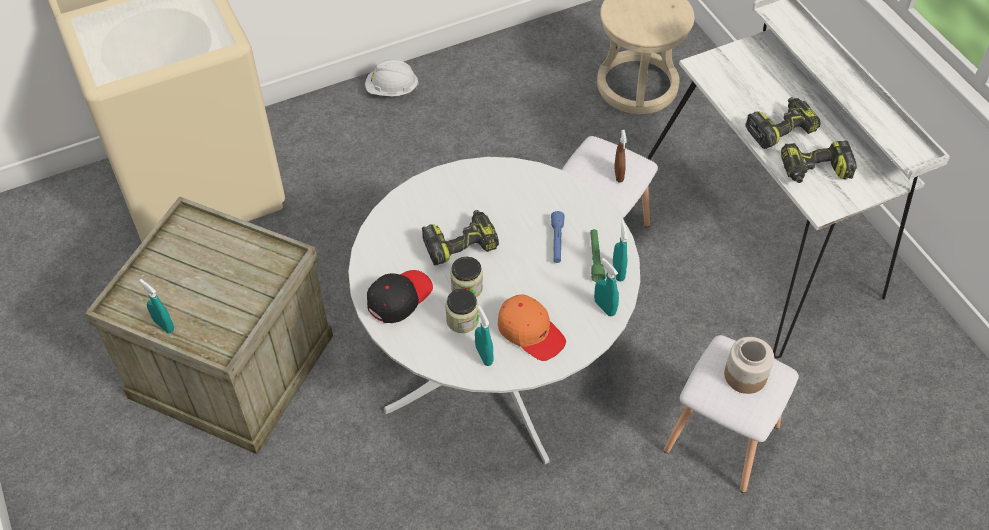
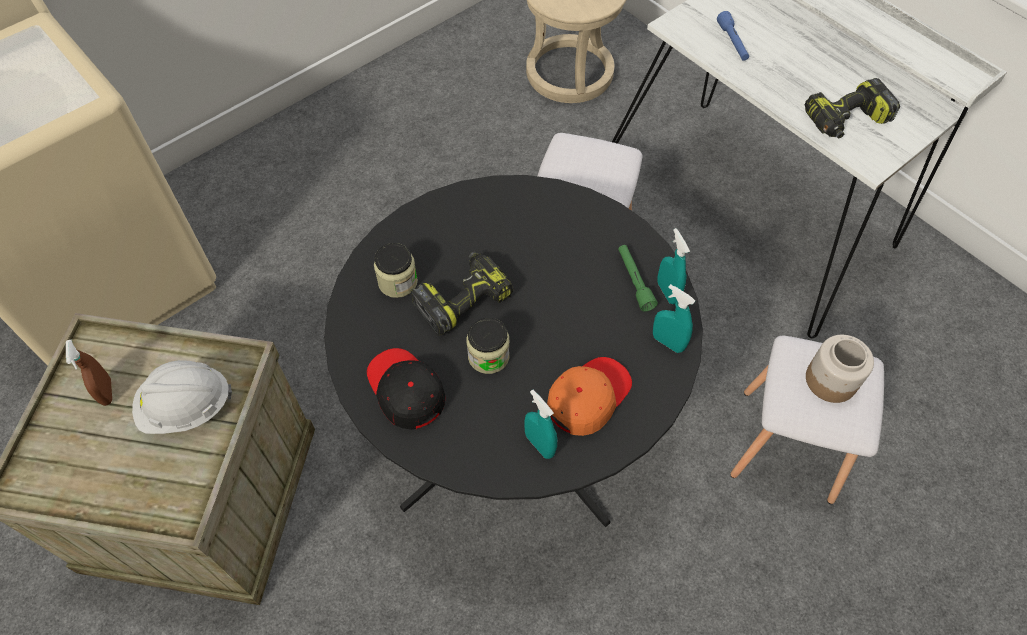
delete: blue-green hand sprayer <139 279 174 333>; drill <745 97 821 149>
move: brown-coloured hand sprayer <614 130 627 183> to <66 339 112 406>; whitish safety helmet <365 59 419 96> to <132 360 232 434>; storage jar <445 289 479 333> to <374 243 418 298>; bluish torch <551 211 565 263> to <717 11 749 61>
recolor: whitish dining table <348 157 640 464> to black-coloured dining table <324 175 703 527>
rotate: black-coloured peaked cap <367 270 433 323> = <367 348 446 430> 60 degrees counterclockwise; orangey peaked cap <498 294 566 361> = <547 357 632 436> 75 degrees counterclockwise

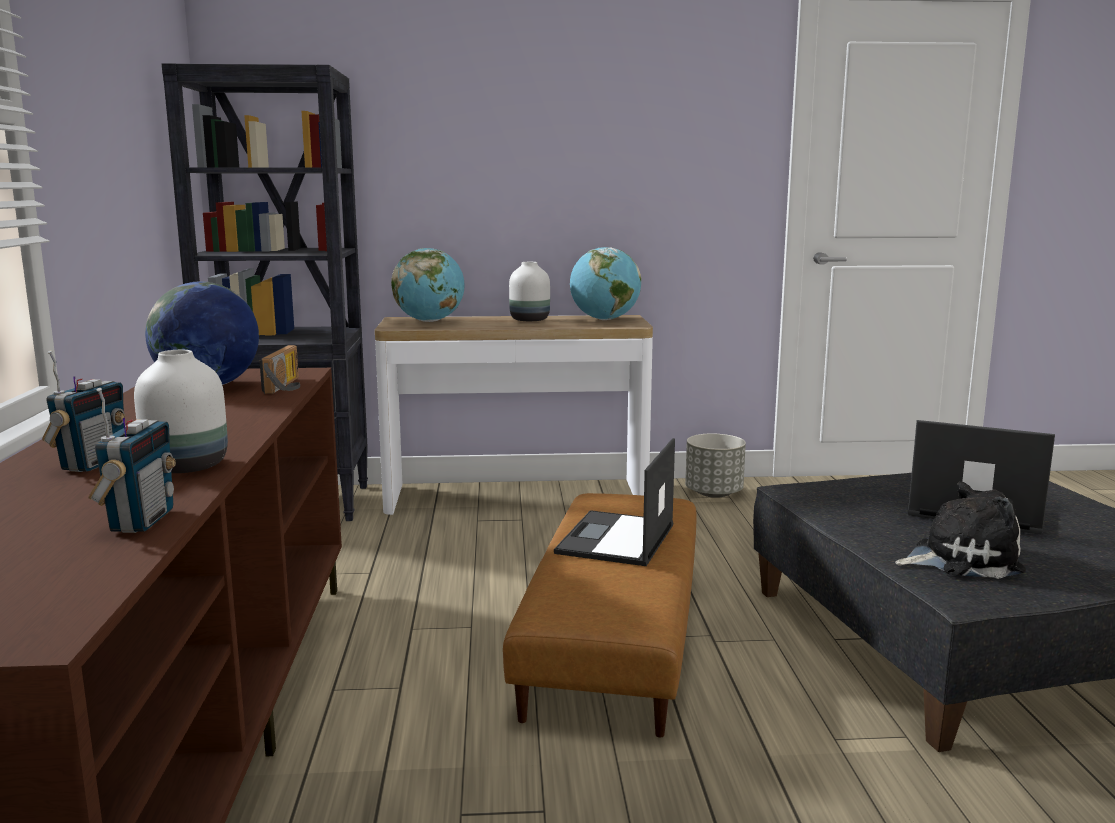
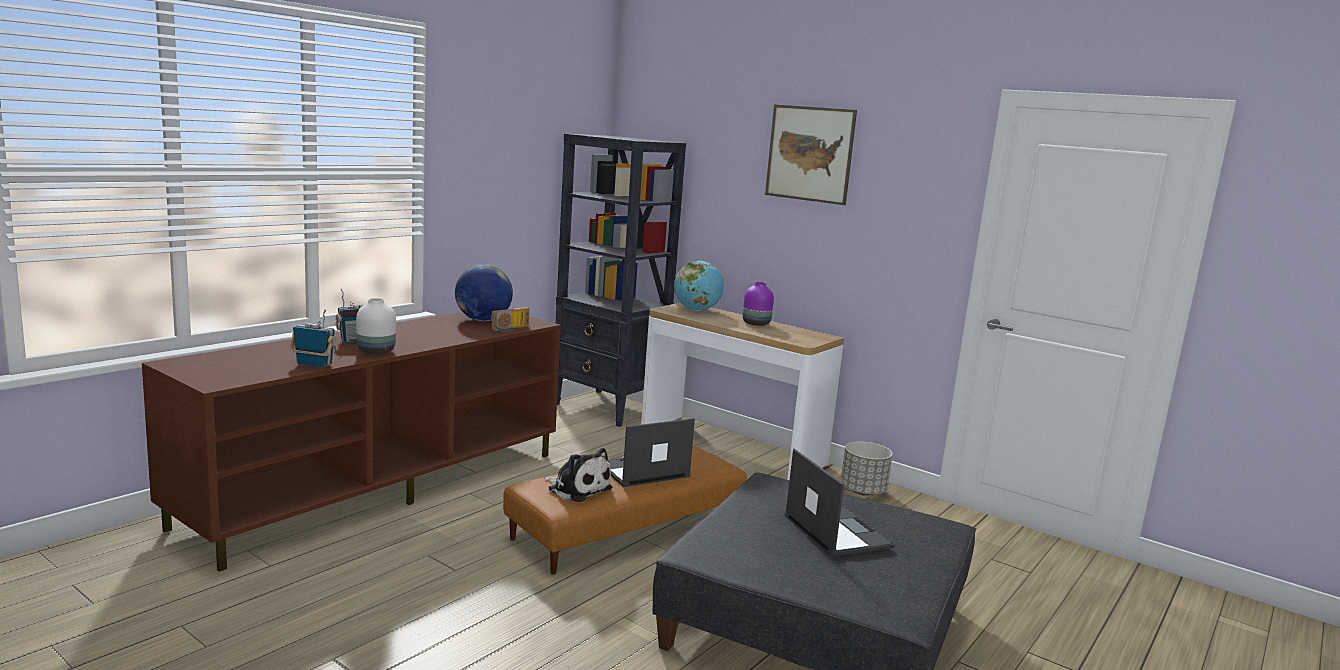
delete: desk globe <570 247 641 320>
insert: wall art <765 105 857 205>
move: plush toy <895 482 1026 579> to <544 448 613 502>
recolor: whitish decorative vase <509 262 550 321> to purple-coloured decorative vase <743 282 774 326>
rotate: radio <89 388 176 533> = <290 309 336 367> 120 degrees counterclockwise

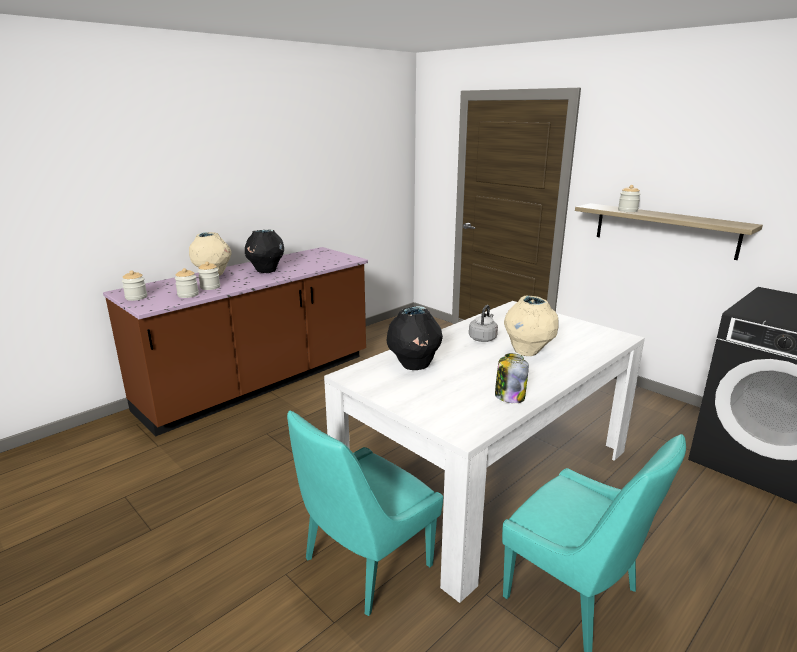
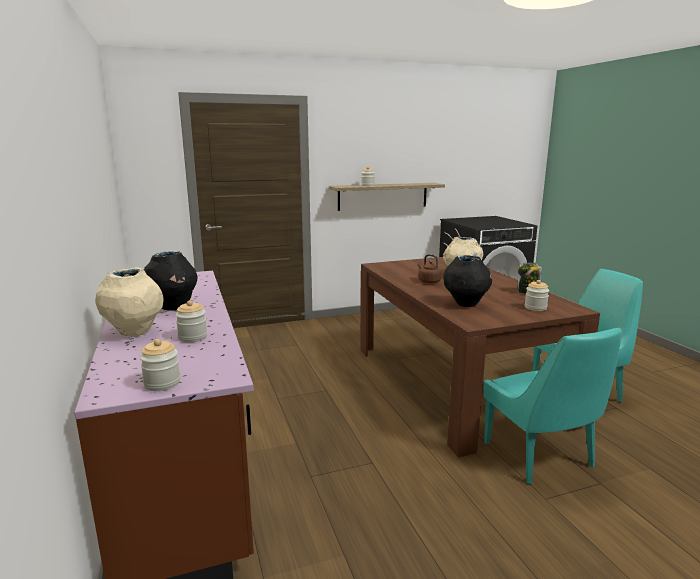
move: storage jar <175 268 199 298> to <525 280 549 311>
recolor: whitish dining table <324 301 645 603> to brown-coloured dining table <360 257 600 457>; gray tea kettle <469 305 498 342> to brown-coloured tea kettle <418 254 442 284>

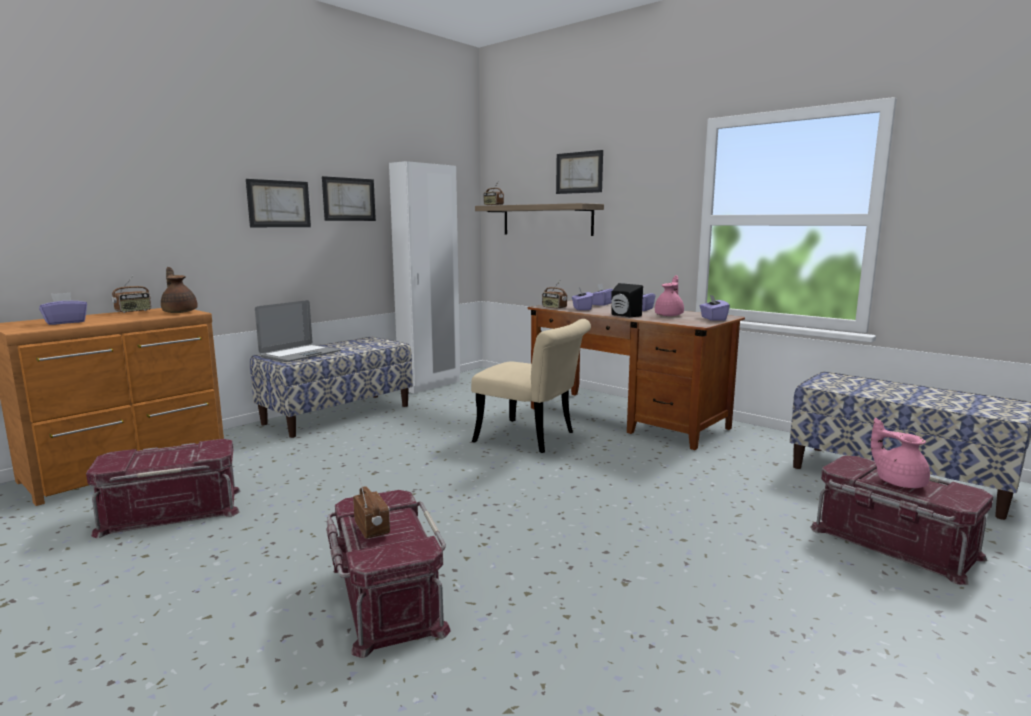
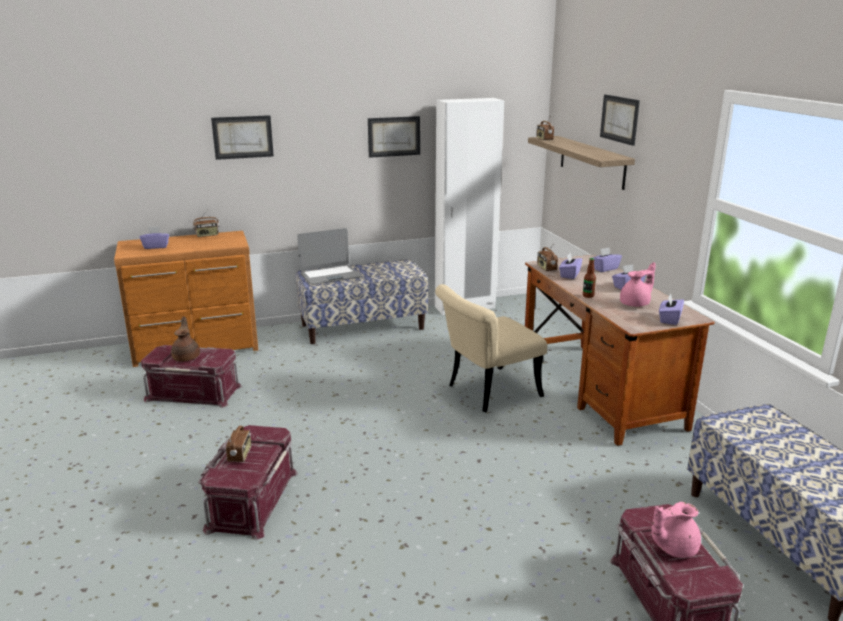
move: brown-coloured tea pot <161 267 198 313> to <171 316 200 362>; wall art <246 179 311 227> to <211 115 274 160>
replace: black-coloured loudspeaker <611 283 643 317> to bottle <583 258 596 298>
rotate: beige-coloured chair <471 319 591 453> = <435 284 547 412> 90 degrees clockwise; pink-coloured tea pot <871 418 930 488> = <651 502 701 558> 105 degrees counterclockwise

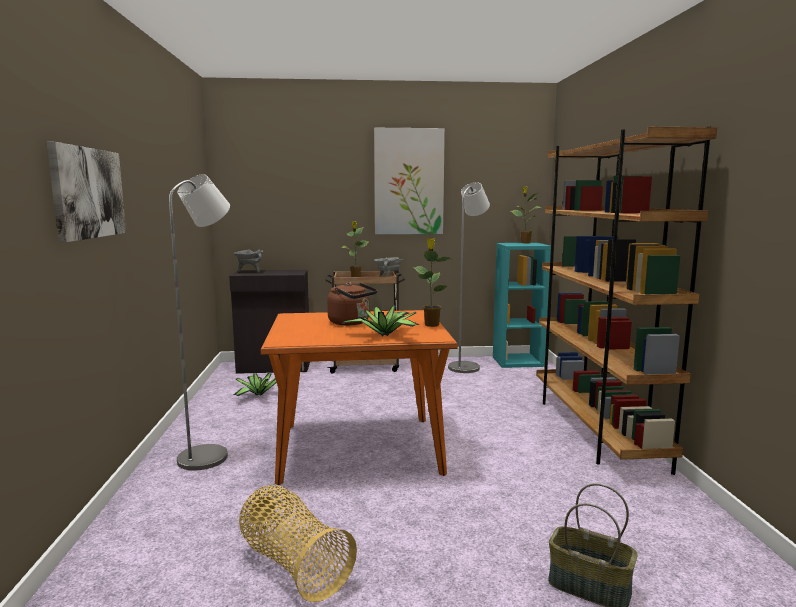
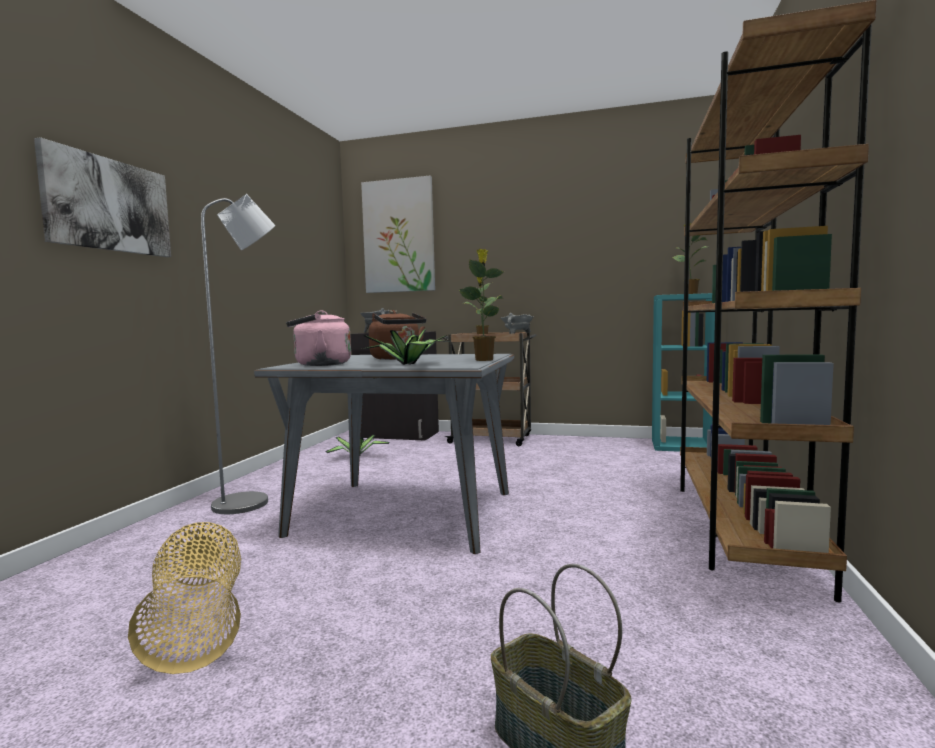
delete: gray standing lamp <448 182 490 373>
insert: pink-coloured tea kettle <286 311 351 366>
move: wall art <374 128 445 234> to <361 176 435 293>
recolor: orangey dining table <261 310 458 485> to gray dining table <254 354 514 554>

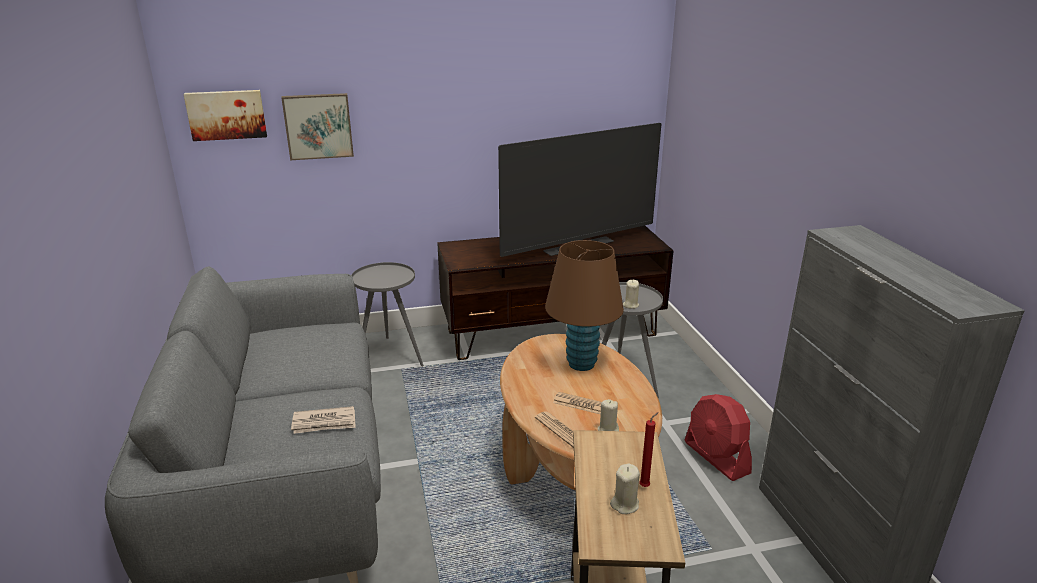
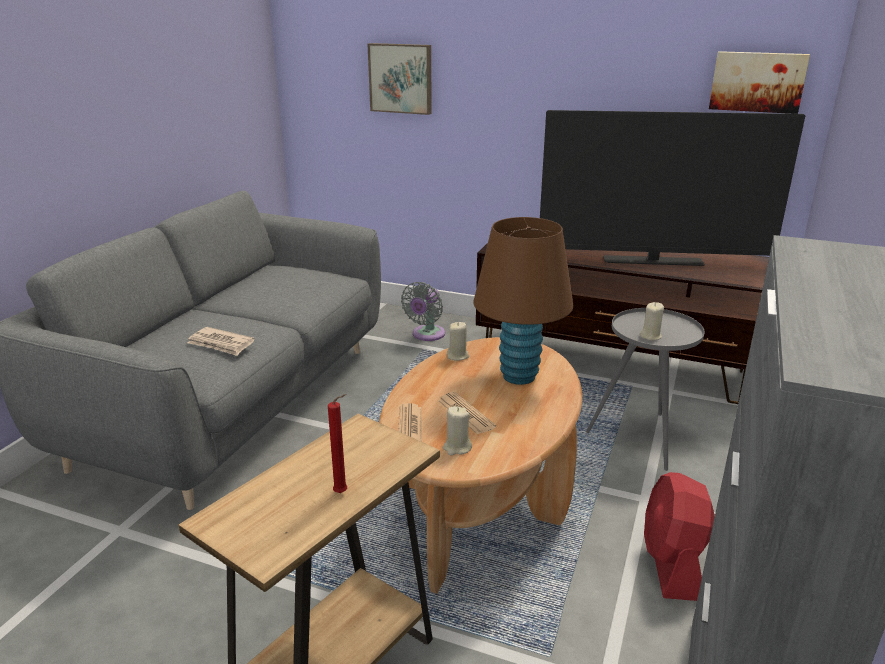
move: beige-coloured candle <610 464 640 514> to <447 322 469 361>; wall art <183 90 267 141> to <709 51 810 114>
replace: gray side table <351 262 424 367> to gray cooling fan <401 282 445 341>

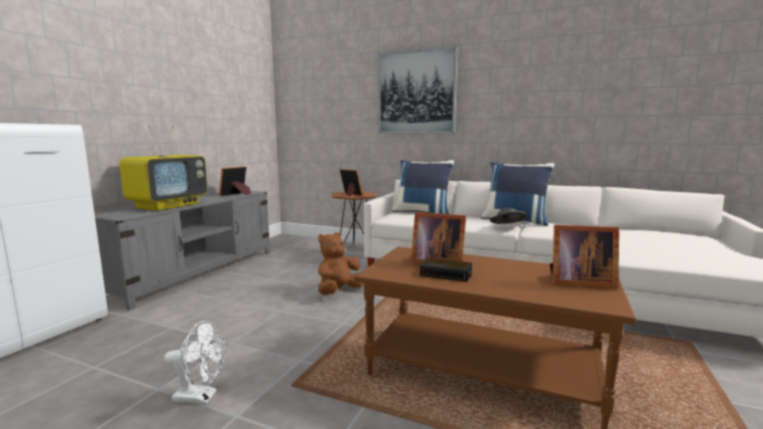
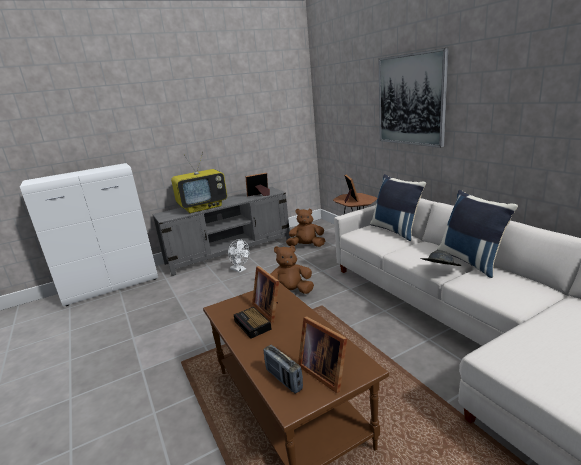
insert: radio <263 345 303 394>; brown-coloured plush toy <286 209 325 247>
move: whitish cooling fan <164 321 225 404> to <228 239 250 273>

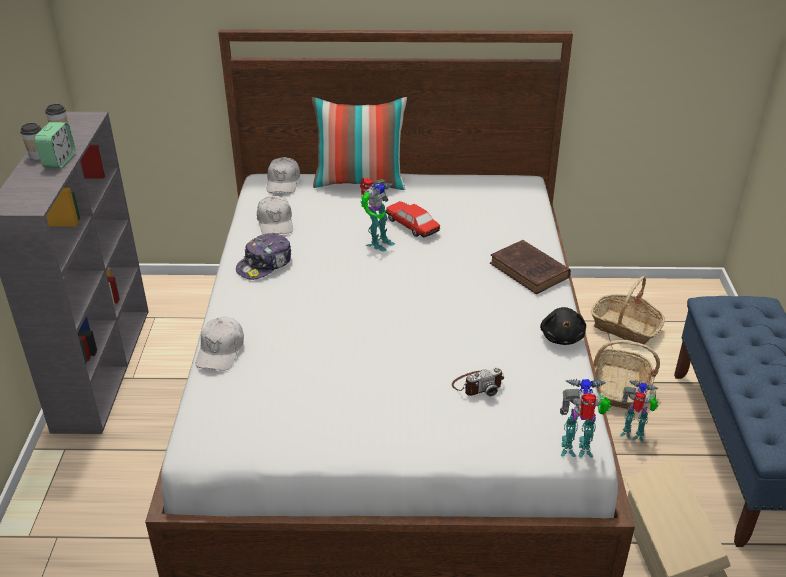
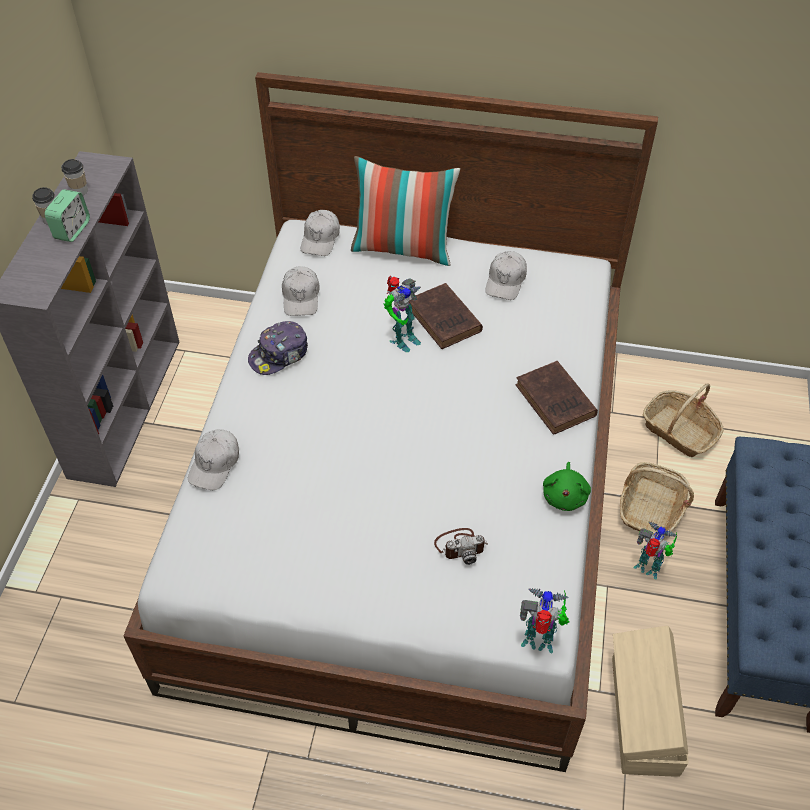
insert: whitish peaked cap <485 251 527 300>
replace: model car <386 201 440 238> to brown-coloured volume <409 283 483 349>
recolor: black-coloured plush toy <540 307 586 345> to greenish plush toy <543 462 591 511>

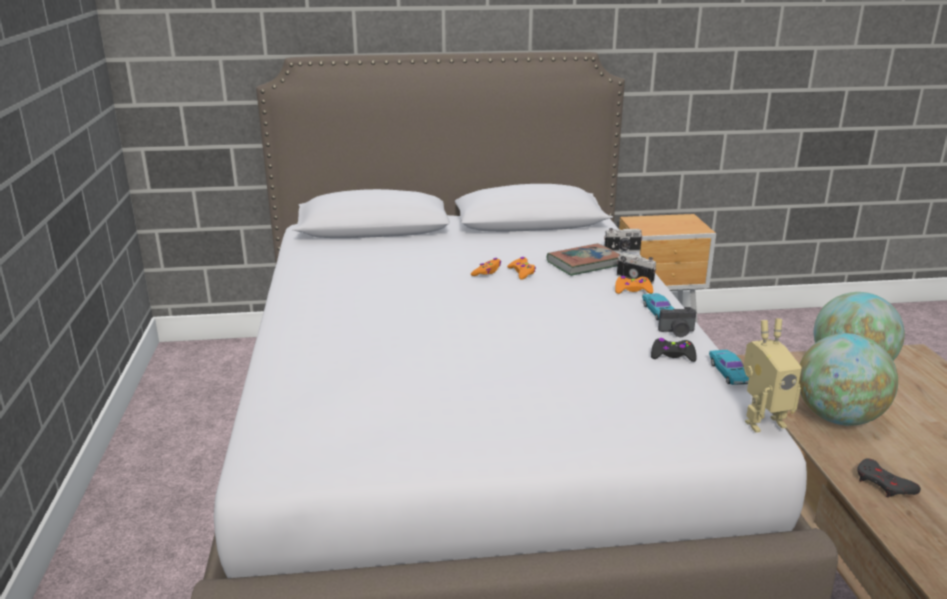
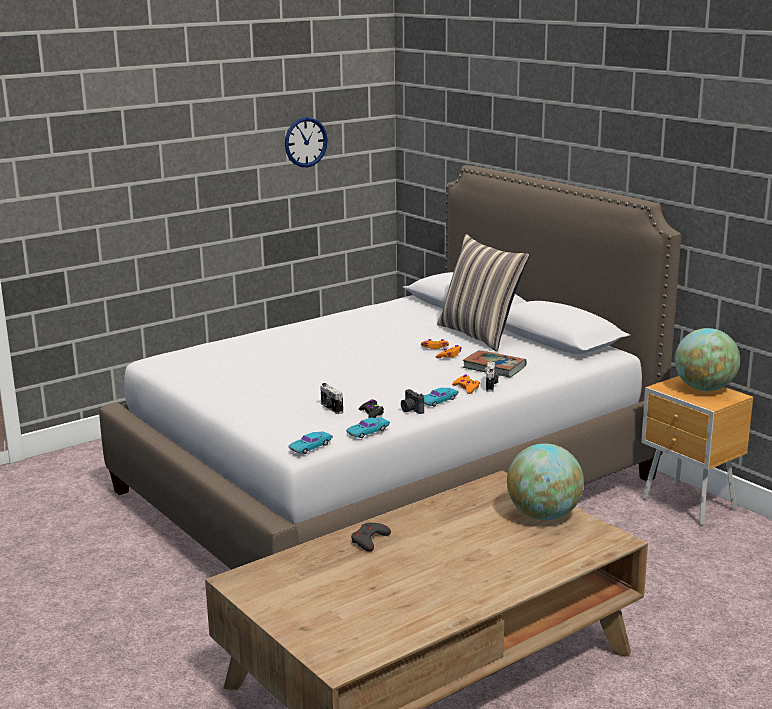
insert: hanging clock <285 117 328 167>; throw pillow <437 234 529 351>
move: still camera <604 228 643 252> to <320 383 343 414>; desk globe <799 333 898 426> to <675 328 740 391>
replace: model robot <743 319 802 433> to blue-green model car <289 431 332 454>

